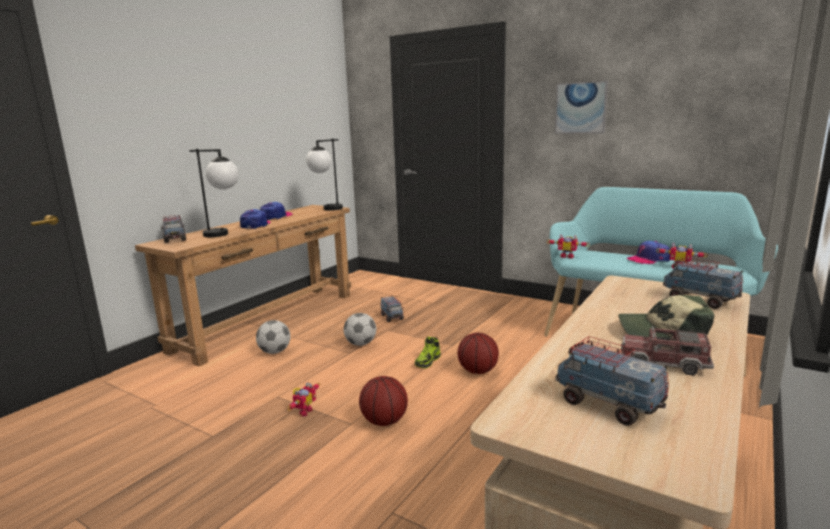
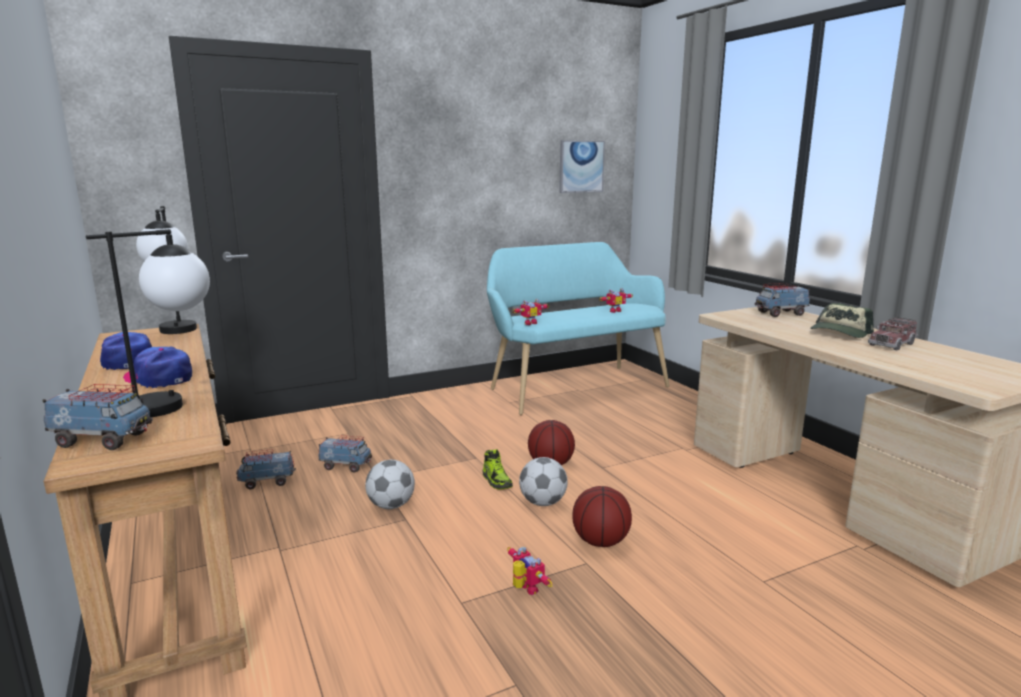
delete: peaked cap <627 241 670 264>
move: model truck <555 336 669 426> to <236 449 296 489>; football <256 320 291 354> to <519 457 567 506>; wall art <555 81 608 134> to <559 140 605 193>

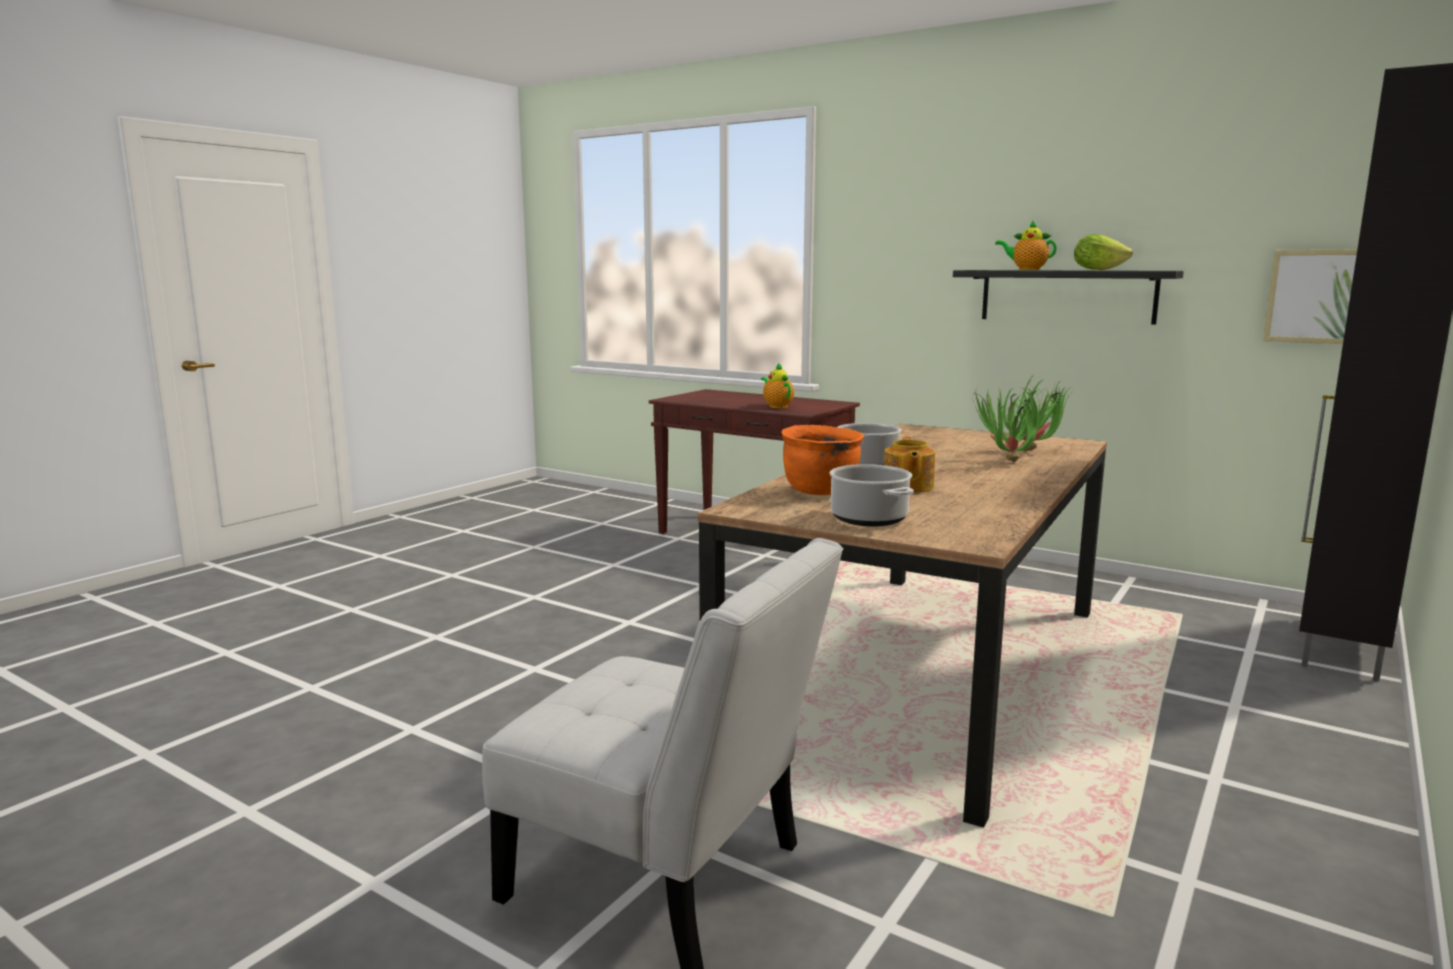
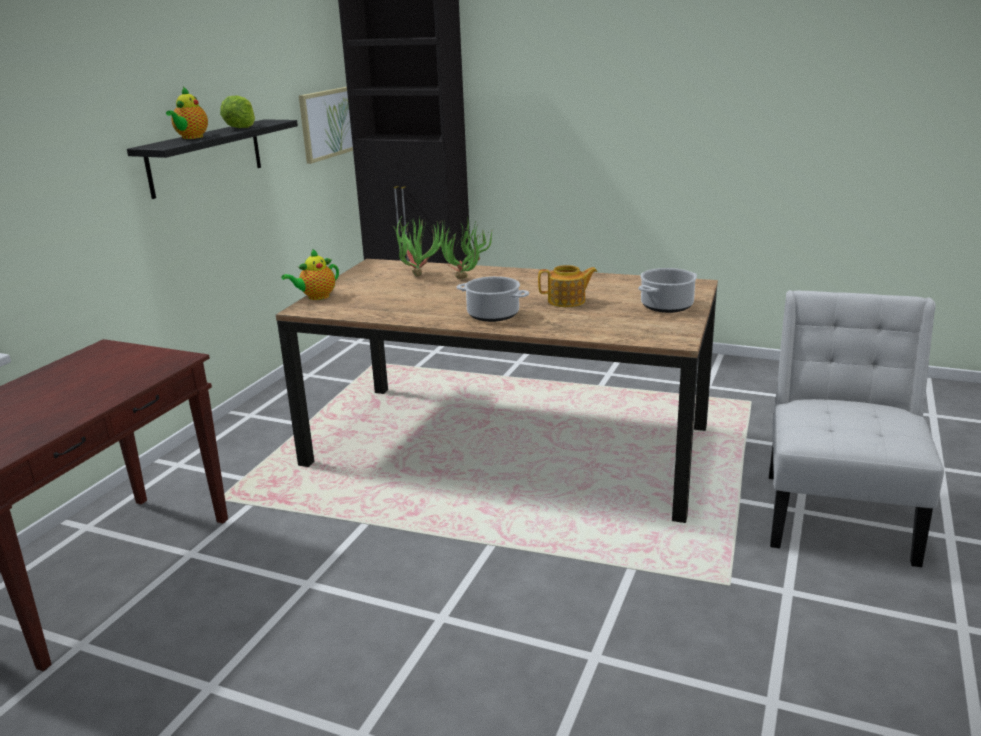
delete: orangey stockpot <781 425 864 495>
move: tea pot <761 363 794 408> to <281 249 339 300>

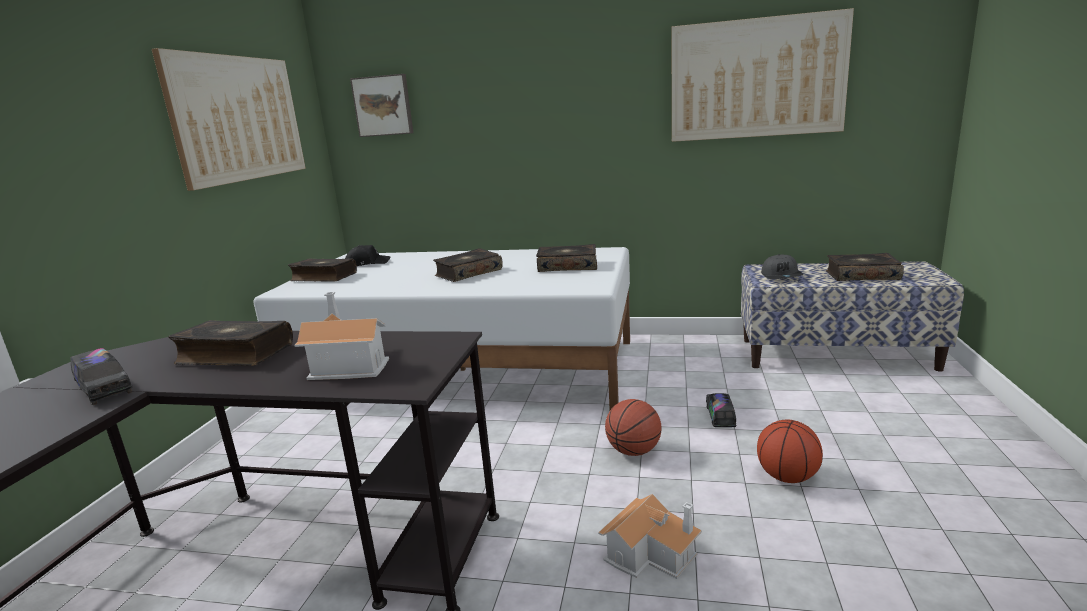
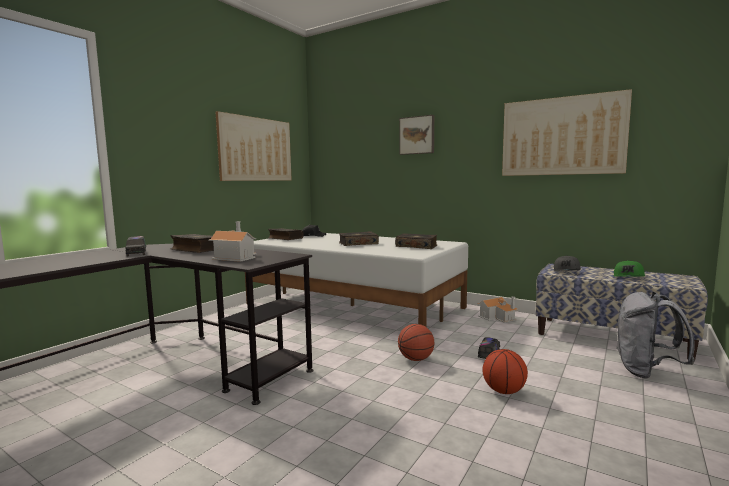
insert: gray knapsack <616 291 695 379>
move: wall art <350 74 413 137> to <399 115 434 155>; miniature house <598 494 702 579> to <477 296 519 323>
replace: volume <826 253 904 281> to greenish peaked cap <613 260 645 277>

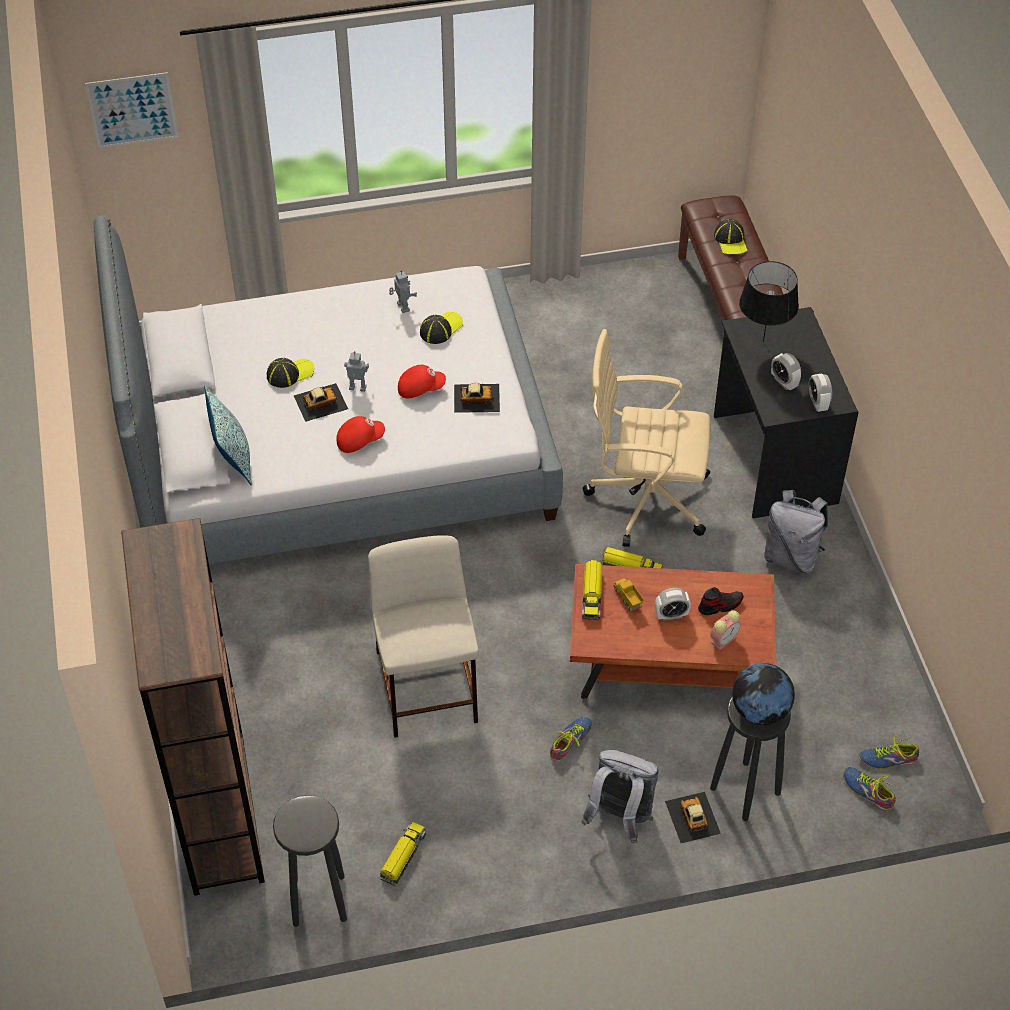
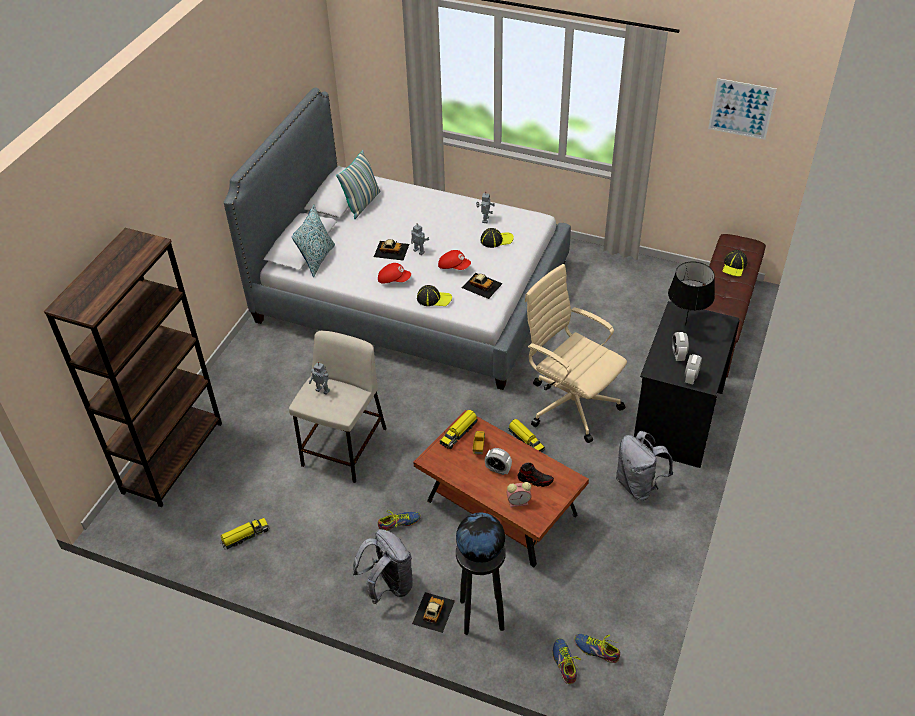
delete: black-coloured sitting stool <273 795 347 927>
insert: model robot <309 362 330 395>; throw pillow <336 150 380 219>
move: peaked cap <267 358 314 388> to <417 285 452 306>; wall art <85 72 179 148> to <708 78 777 140>

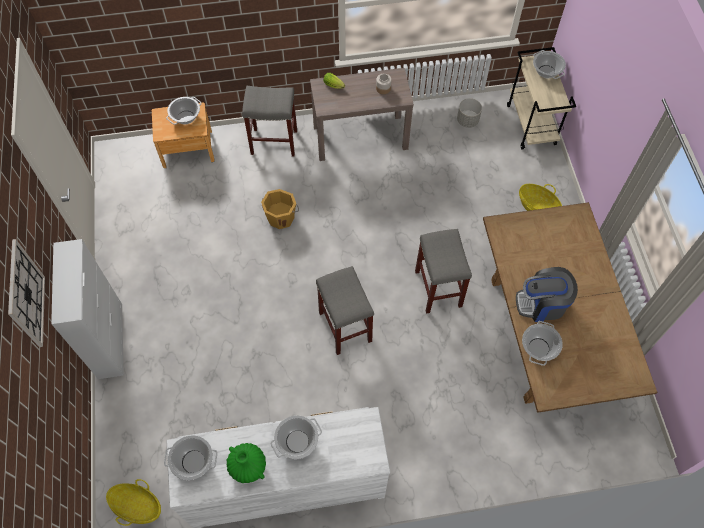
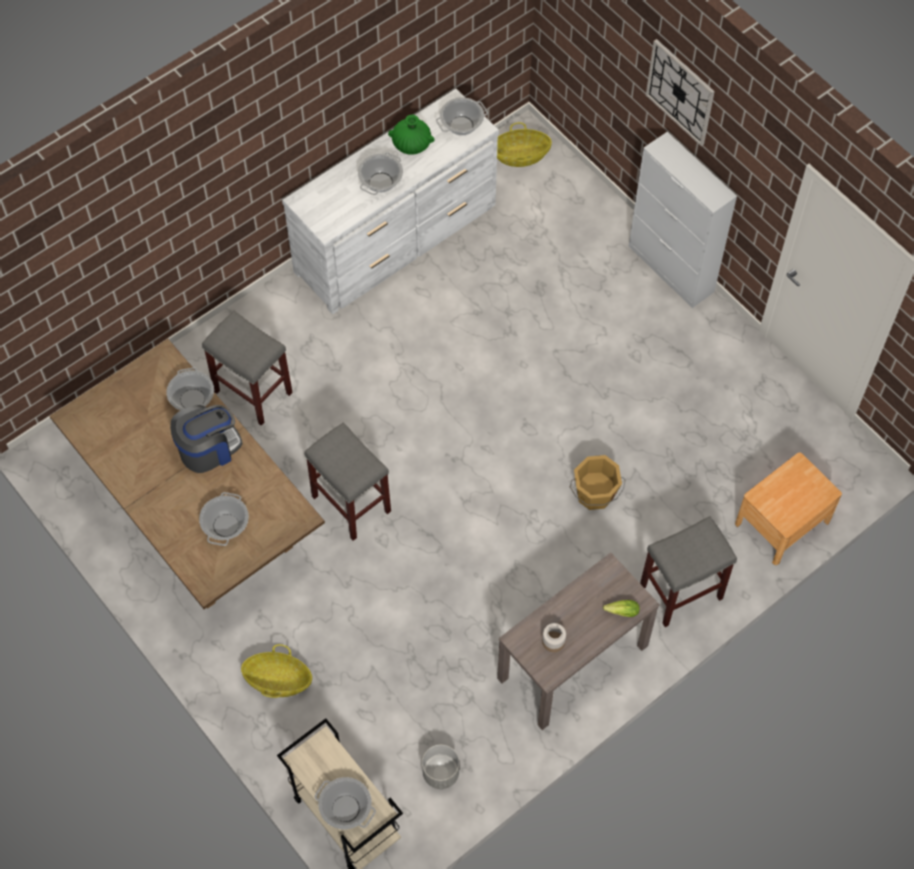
move: stockpot <166 97 202 125> to <199 492 249 546>; gray sitting stool <316 266 374 355> to <202 311 293 426>

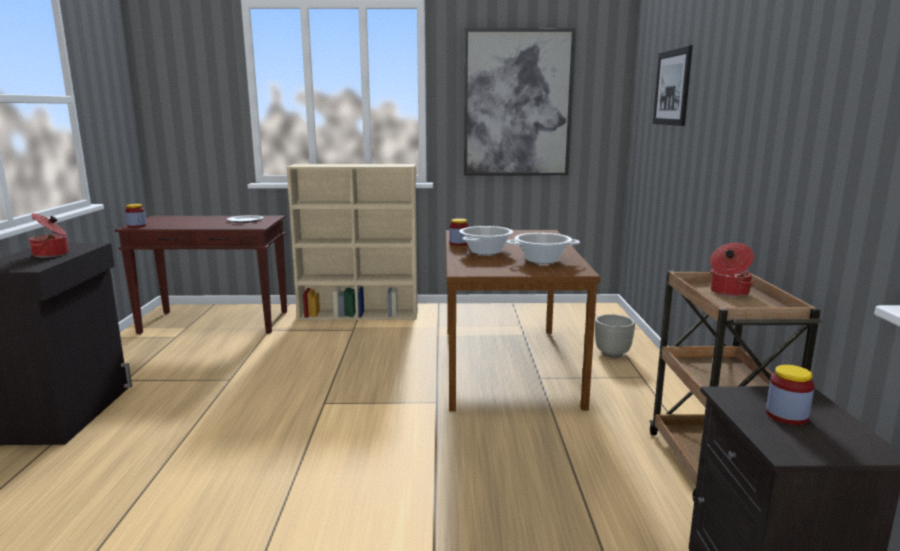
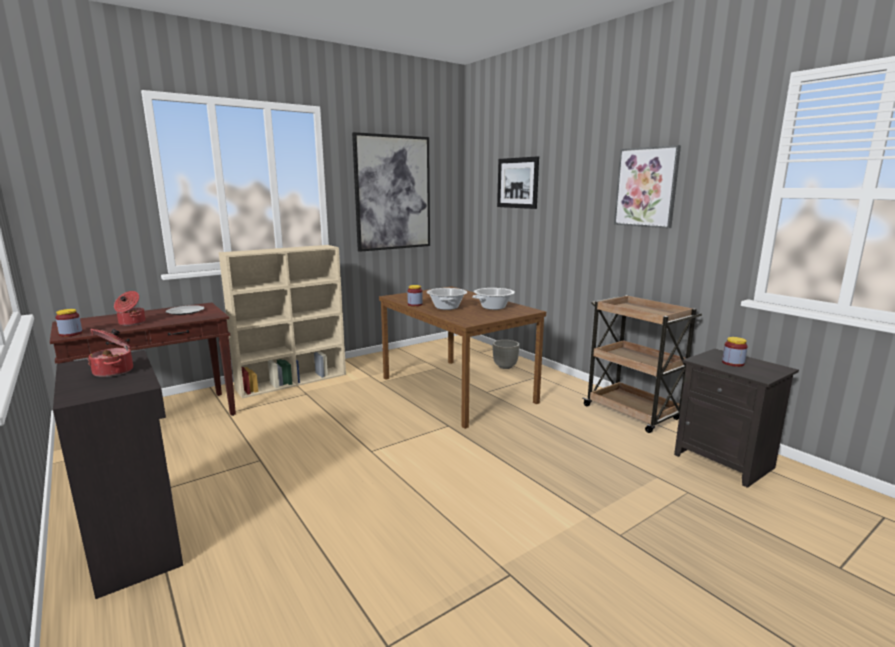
insert: wall art <614 145 681 228>
move: stockpot <710 243 754 297> to <114 291 145 326>

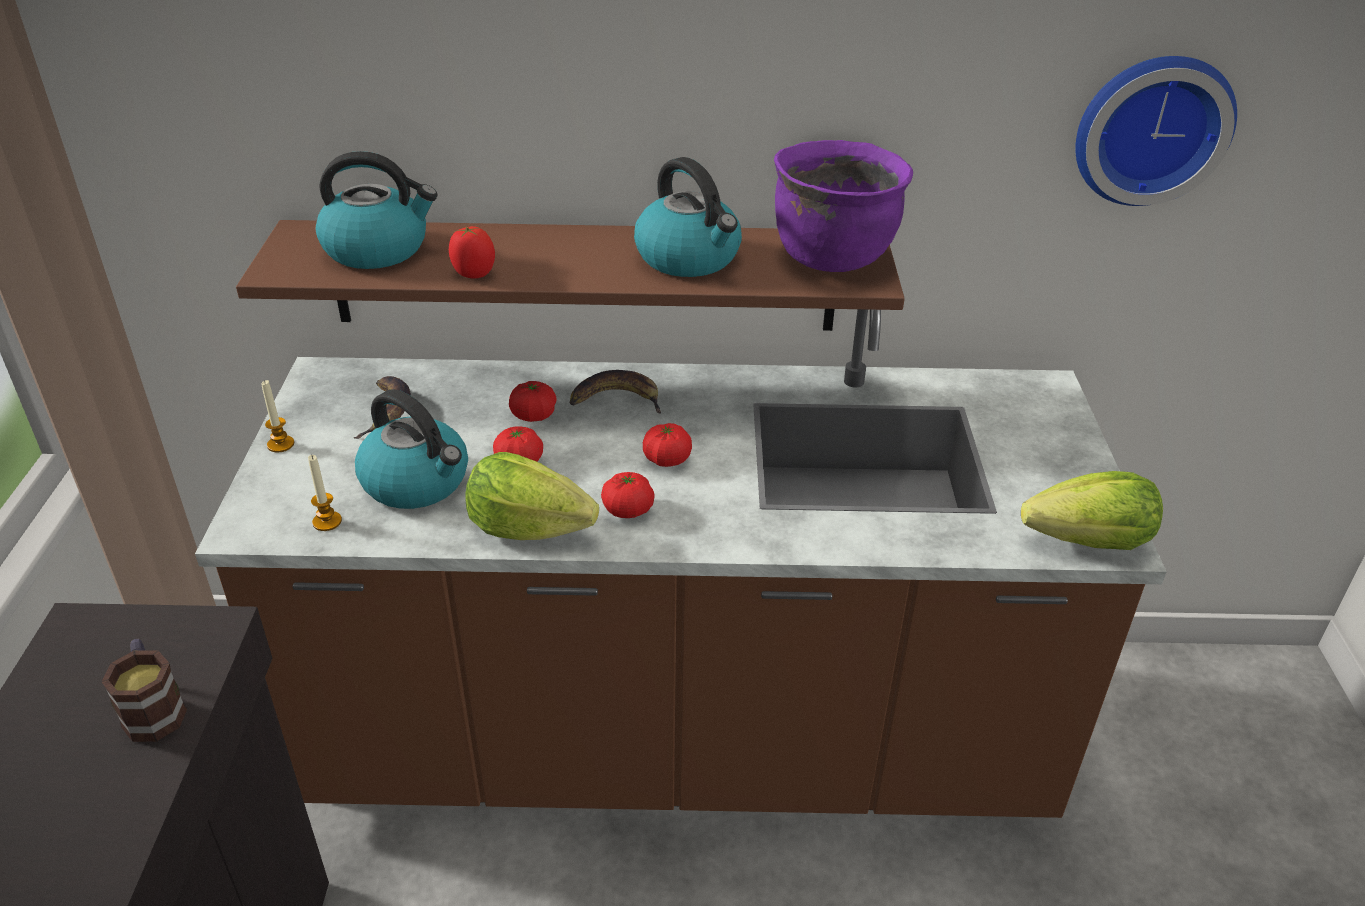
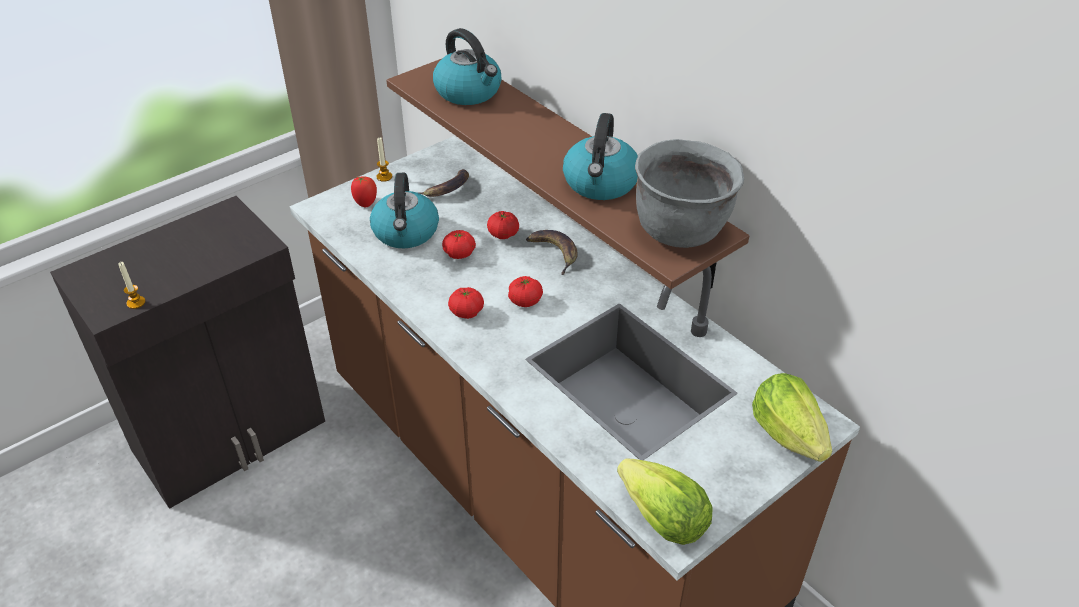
delete: tea mug <101 639 187 742>; hanging clock <1075 56 1237 206>
move: candle <308 455 342 531> to <118 262 146 309>; fresh tomato <449 226 495 279> to <351 176 377 207>; lettuce head <465 452 599 540> to <752 373 832 462>
recolor: purple-coloured stockpot <774 140 913 272> to gray stockpot <635 139 744 248>

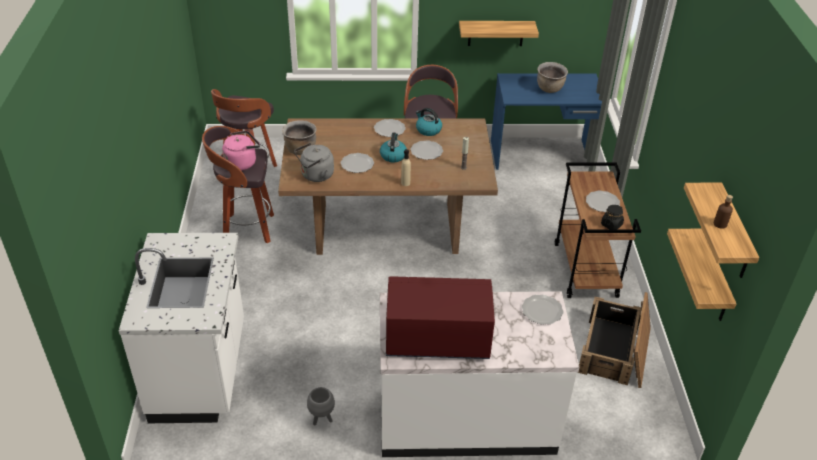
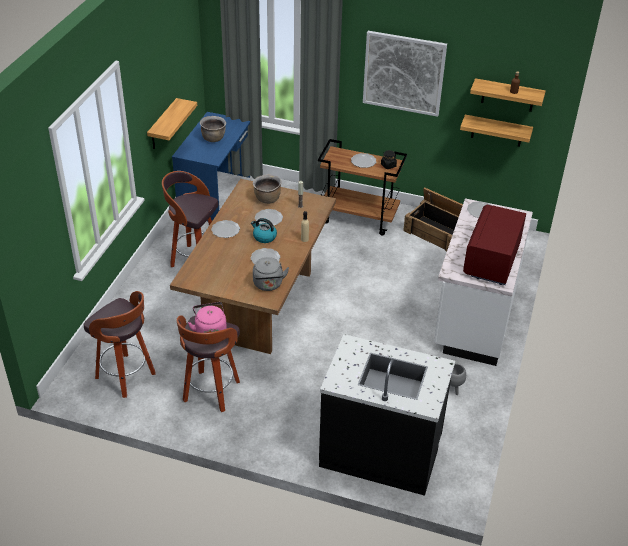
delete: tea kettle <416 108 442 136>
insert: wall art <363 31 447 117>
move: brown-coloured stockpot <282 120 316 155> to <253 174 282 204>
recolor: whitish kitchen counter <119 233 244 423> to black-coloured kitchen counter <319 334 455 496>

